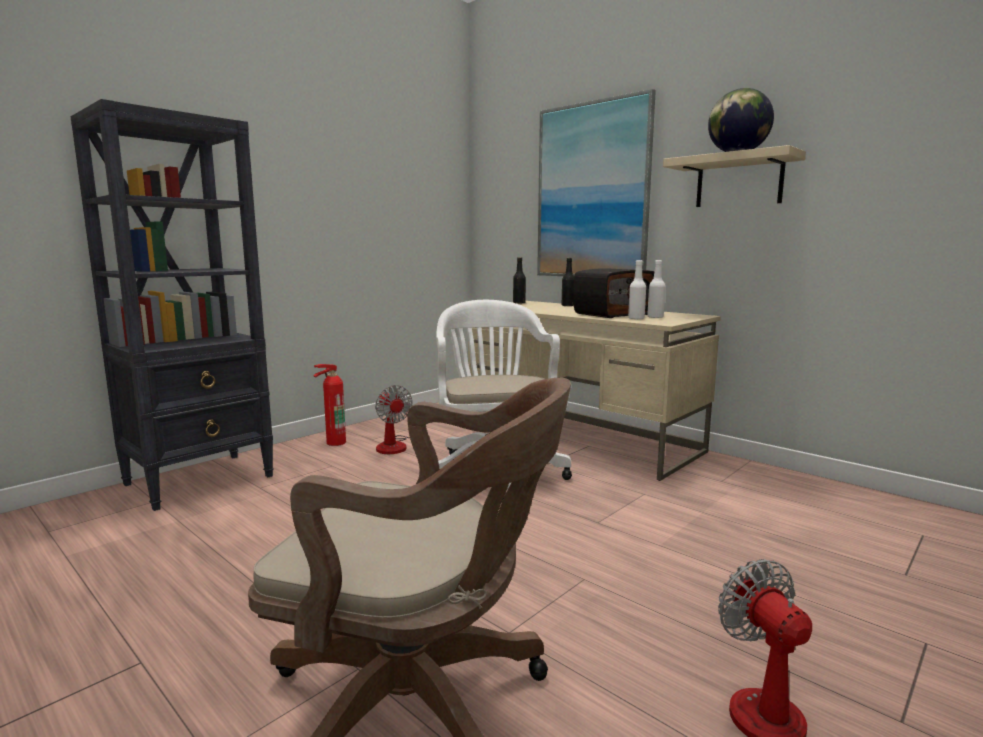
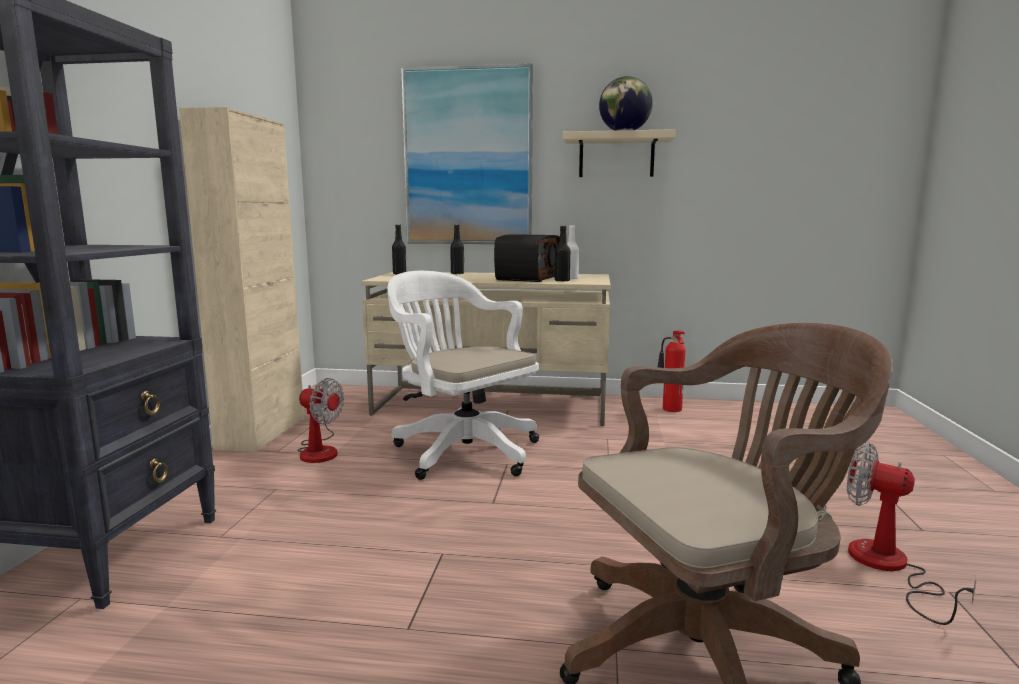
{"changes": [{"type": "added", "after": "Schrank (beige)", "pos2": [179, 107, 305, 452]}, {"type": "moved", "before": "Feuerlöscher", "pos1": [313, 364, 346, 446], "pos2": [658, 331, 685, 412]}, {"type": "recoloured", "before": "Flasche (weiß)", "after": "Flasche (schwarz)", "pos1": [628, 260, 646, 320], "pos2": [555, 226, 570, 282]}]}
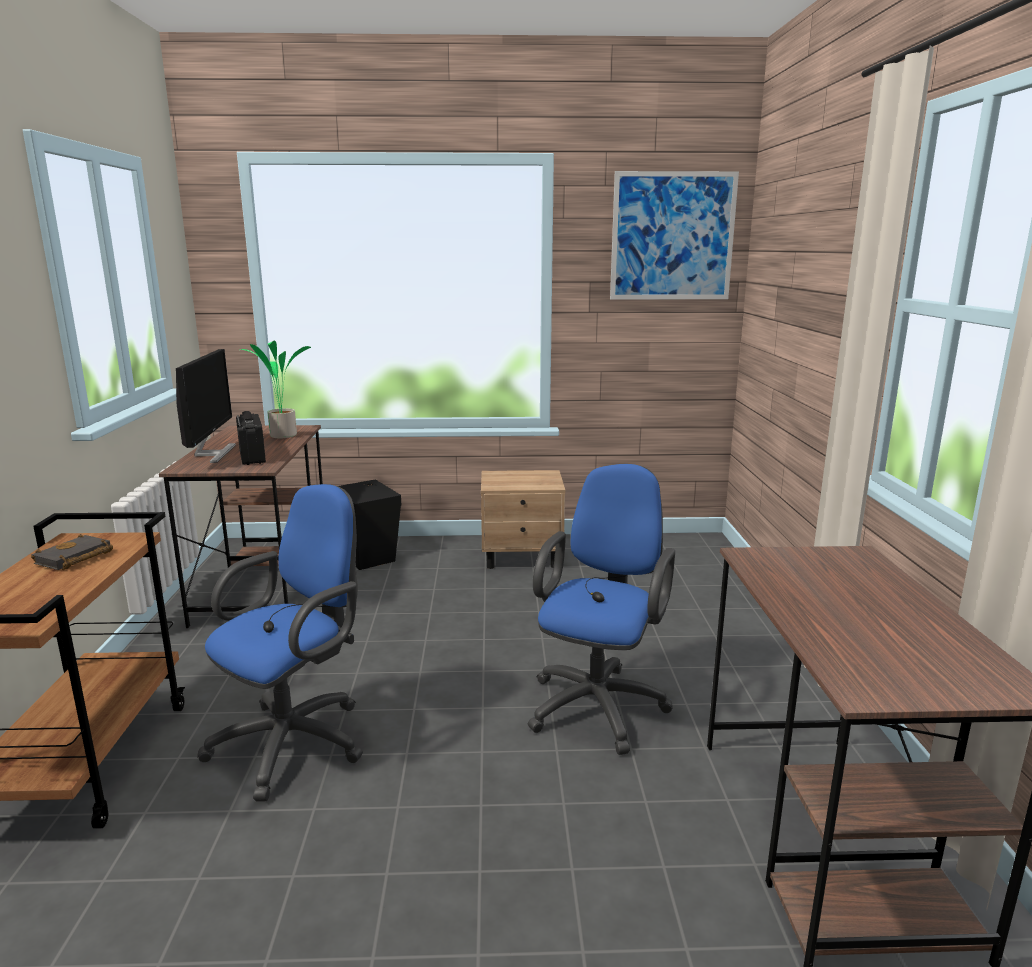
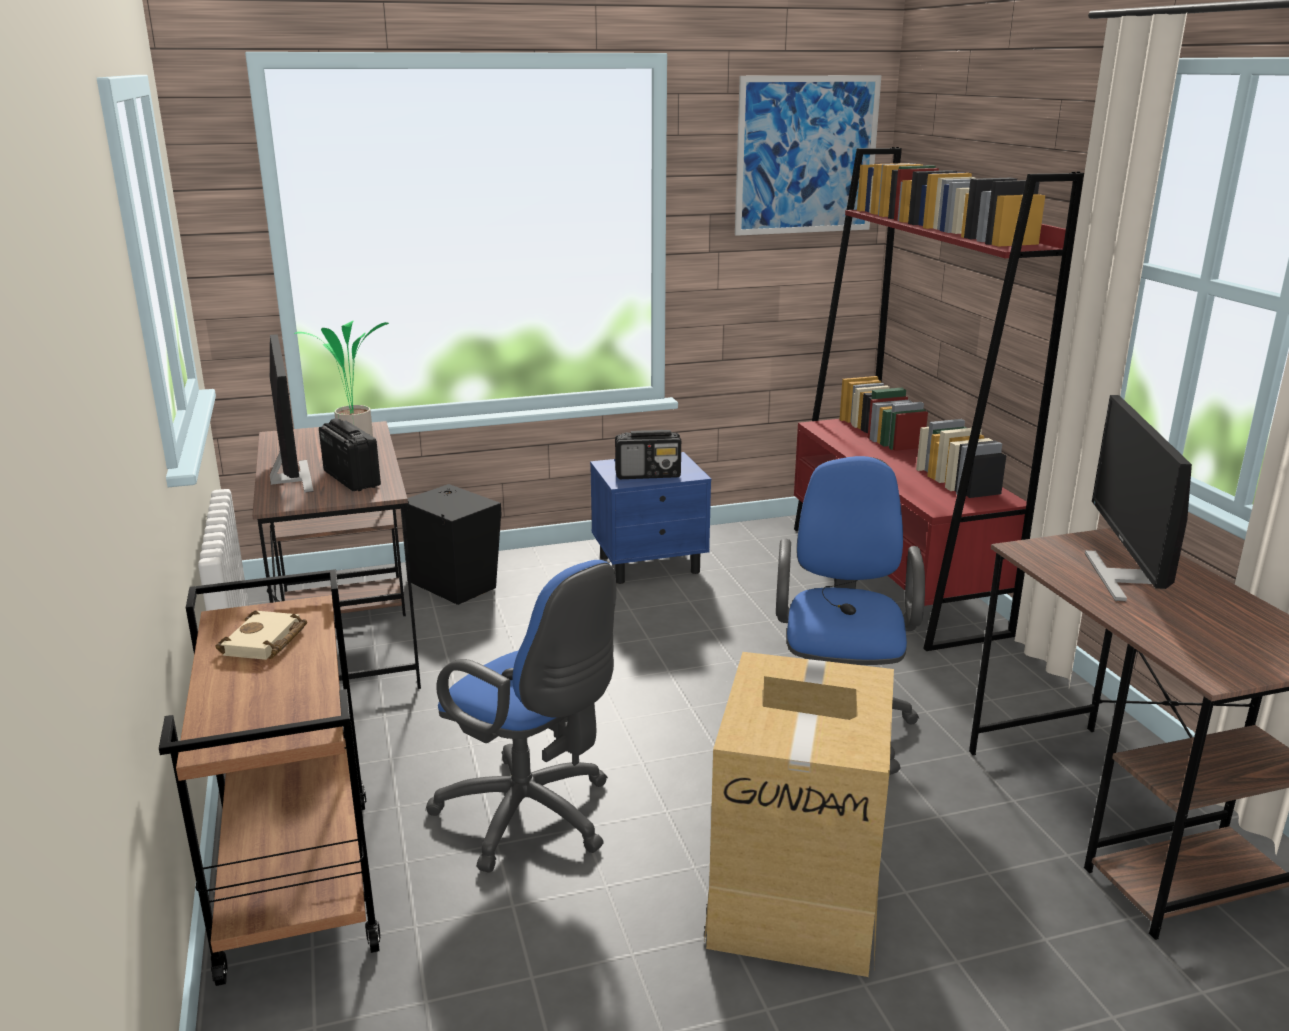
{"changes": [{"type": "added", "after": "Radio", "pos2": [615, 430, 681, 479]}, {"type": "added", "after": "Karton", "pos2": [704, 652, 894, 977]}, {"type": "added", "after": "Bücherregal (rot)", "pos2": [794, 147, 1084, 651]}, {"type": "added", "after": "Monitor", "pos2": [1085, 395, 1192, 601]}, {"type": "recoloured", "before": "Buch (schwarz)", "after": "Buch (beige)", "pos1": [31, 534, 113, 570], "pos2": [215, 610, 307, 660]}, {"type": "recoloured", "before": "Nachttisch (beige)", "after": "Nachttisch (blau)", "pos1": [481, 470, 565, 569], "pos2": [590, 452, 711, 584]}, {"type": "turned", "before": "Bürostuhl (blau)", "pos1": [197, 484, 363, 802], "pos2": [426, 560, 616, 873], "turn": 105}]}
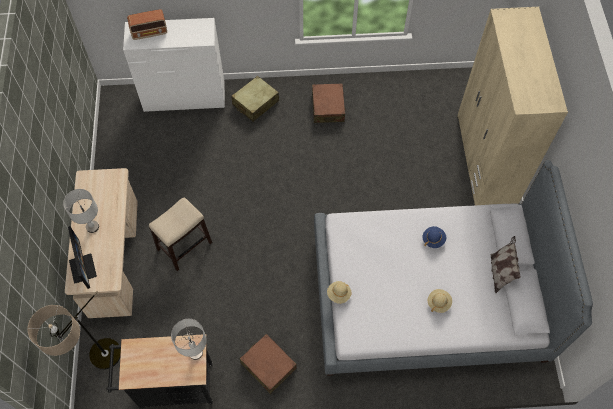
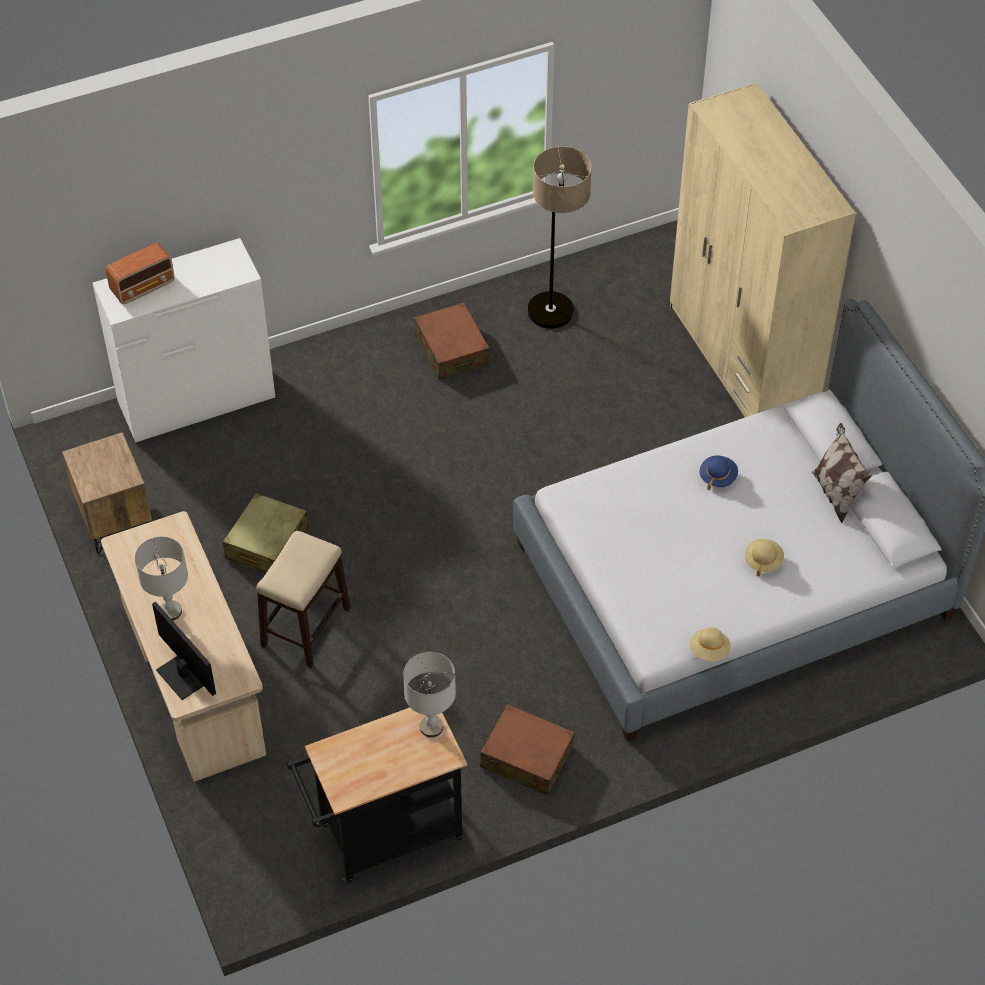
{"changes": [{"type": "added", "after": "Nachttisch (braun)", "pos2": [62, 432, 152, 554]}, {"type": "moved", "before": "Stehlampe", "pos1": [28, 291, 121, 369], "pos2": [528, 146, 592, 328]}, {"type": "moved", "before": "Koffer (beige)", "pos1": [231, 76, 279, 122], "pos2": [223, 493, 309, 574]}, {"type": "moved", "before": "Hut (beige)", "pos1": [327, 281, 351, 304], "pos2": [690, 627, 731, 661]}]}
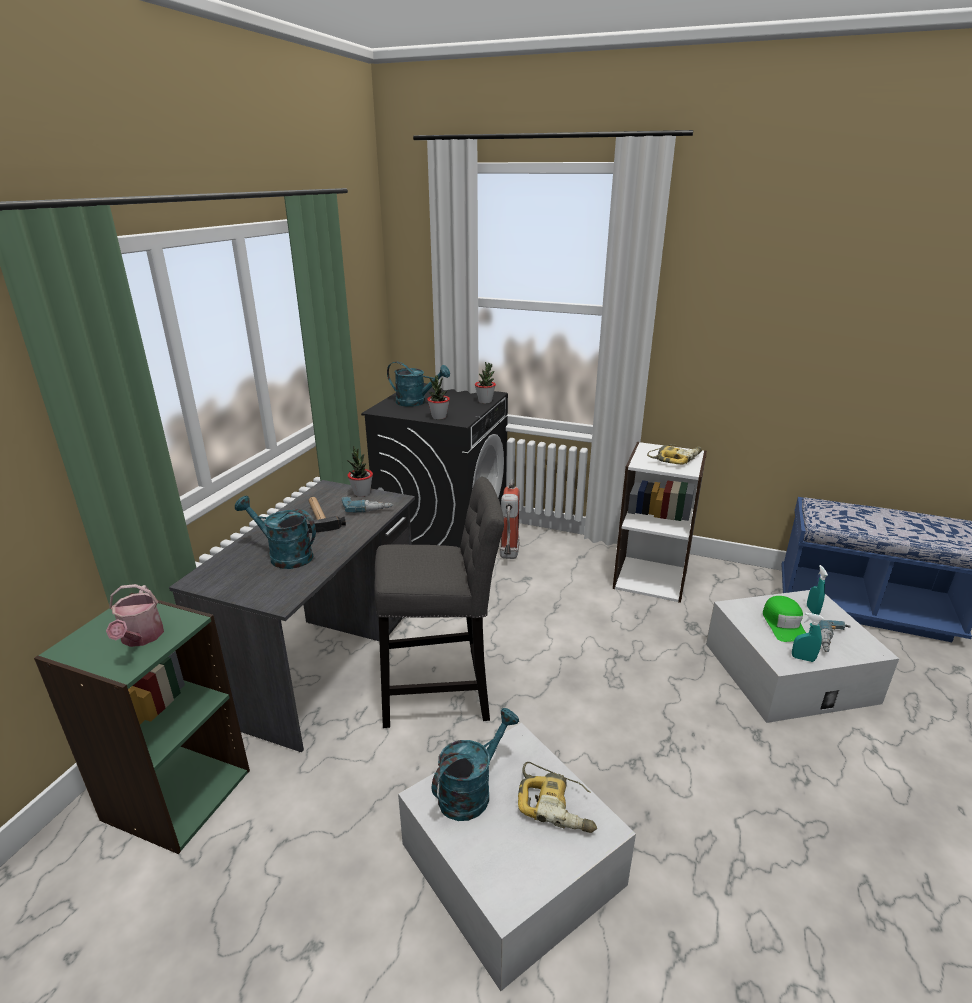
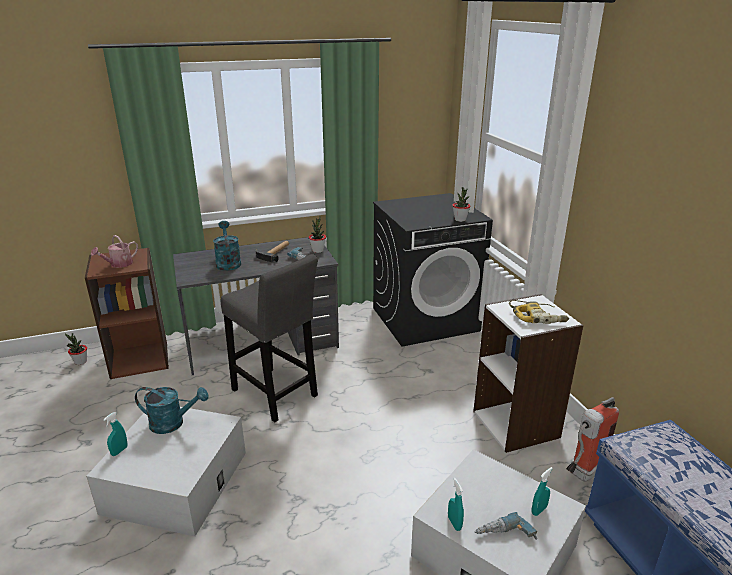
{"changes": [{"type": "removed", "before": "Gießkanne (türkis)", "pos1": [387, 362, 450, 407]}, {"type": "removed", "before": "Bohrmaschine", "pos1": [518, 762, 597, 833]}, {"type": "removed", "before": "Kappe (grün)", "pos1": [763, 596, 806, 642]}, {"type": "added", "after": "Sprühflasche (türkis)", "pos2": [103, 412, 128, 456]}, {"type": "moved", "before": "Topfpflanze", "pos1": [427, 375, 450, 420], "pos2": [65, 333, 87, 365]}, {"type": "moved", "before": "Feuerlöscher", "pos1": [500, 480, 520, 559], "pos2": [566, 397, 619, 482]}, {"type": "recoloured", "before": "Bücherregal (grün)", "after": "Bücherregal (braun)", "pos1": [34, 593, 250, 854], "pos2": [85, 248, 169, 379]}]}
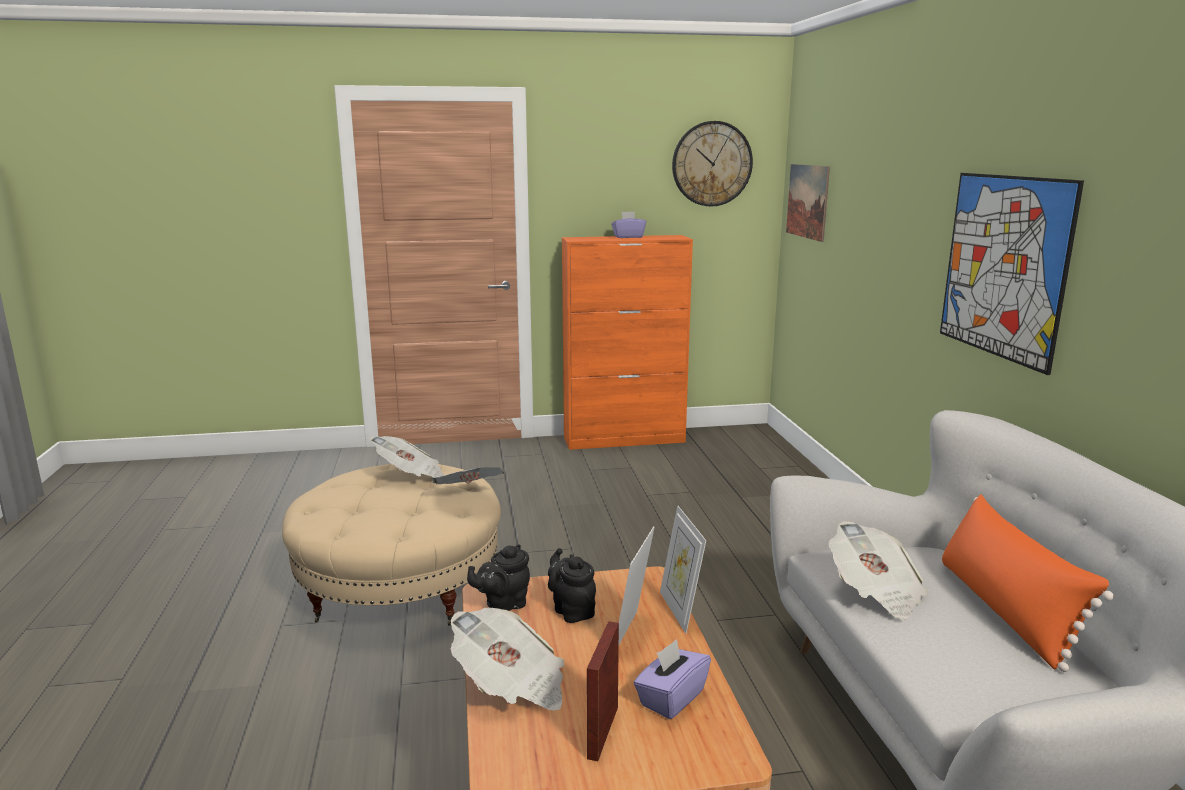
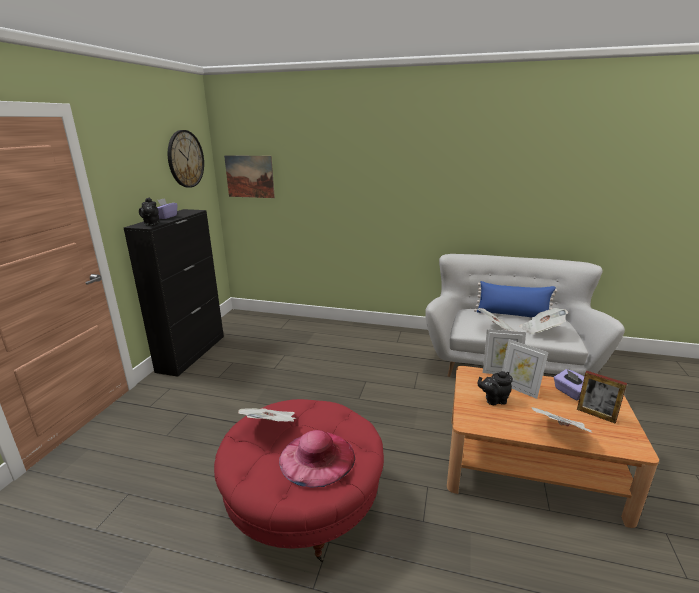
{"changes": [{"type": "removed", "before": "Bild", "pos1": [940, 173, 1084, 375]}, {"type": "added", "after": "Hut (rosa)", "pos2": [279, 430, 355, 488]}, {"type": "moved", "before": "Zeitung", "pos1": [431, 467, 505, 484], "pos2": [519, 308, 568, 334]}, {"type": "moved", "before": "Teekanne (schwarz)", "pos1": [467, 544, 530, 611], "pos2": [139, 197, 159, 225]}, {"type": "recoloured", "before": "Polsterhocker (beige)", "after": "Polsterhocker (rot)", "pos1": [282, 464, 501, 625], "pos2": [214, 399, 384, 562]}, {"type": "recoloured", "before": "Schrank (orange)", "after": "Schrank (schwarz)", "pos1": [562, 235, 693, 450], "pos2": [124, 209, 224, 376]}, {"type": "recoloured", "before": "Kissen (orange)", "after": "Kissen (blau)", "pos1": [942, 494, 1114, 672], "pos2": [474, 281, 558, 318]}]}
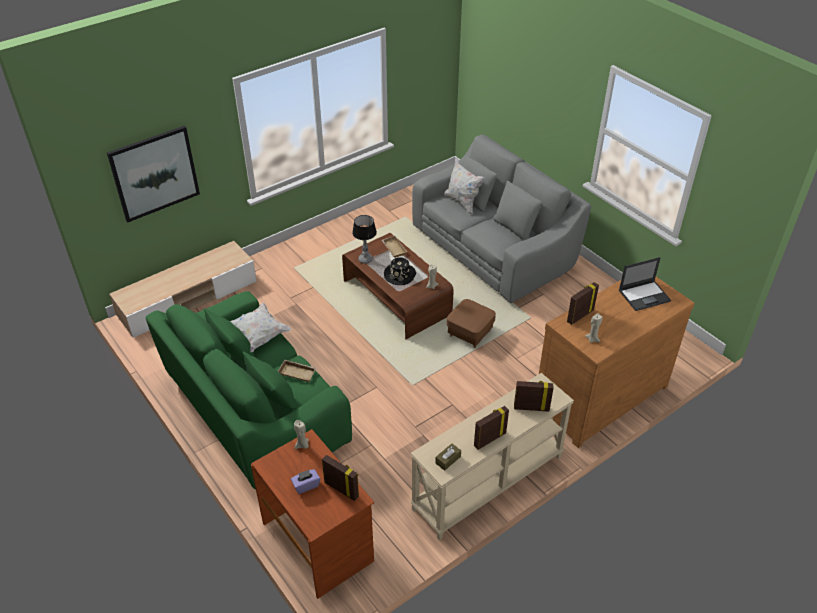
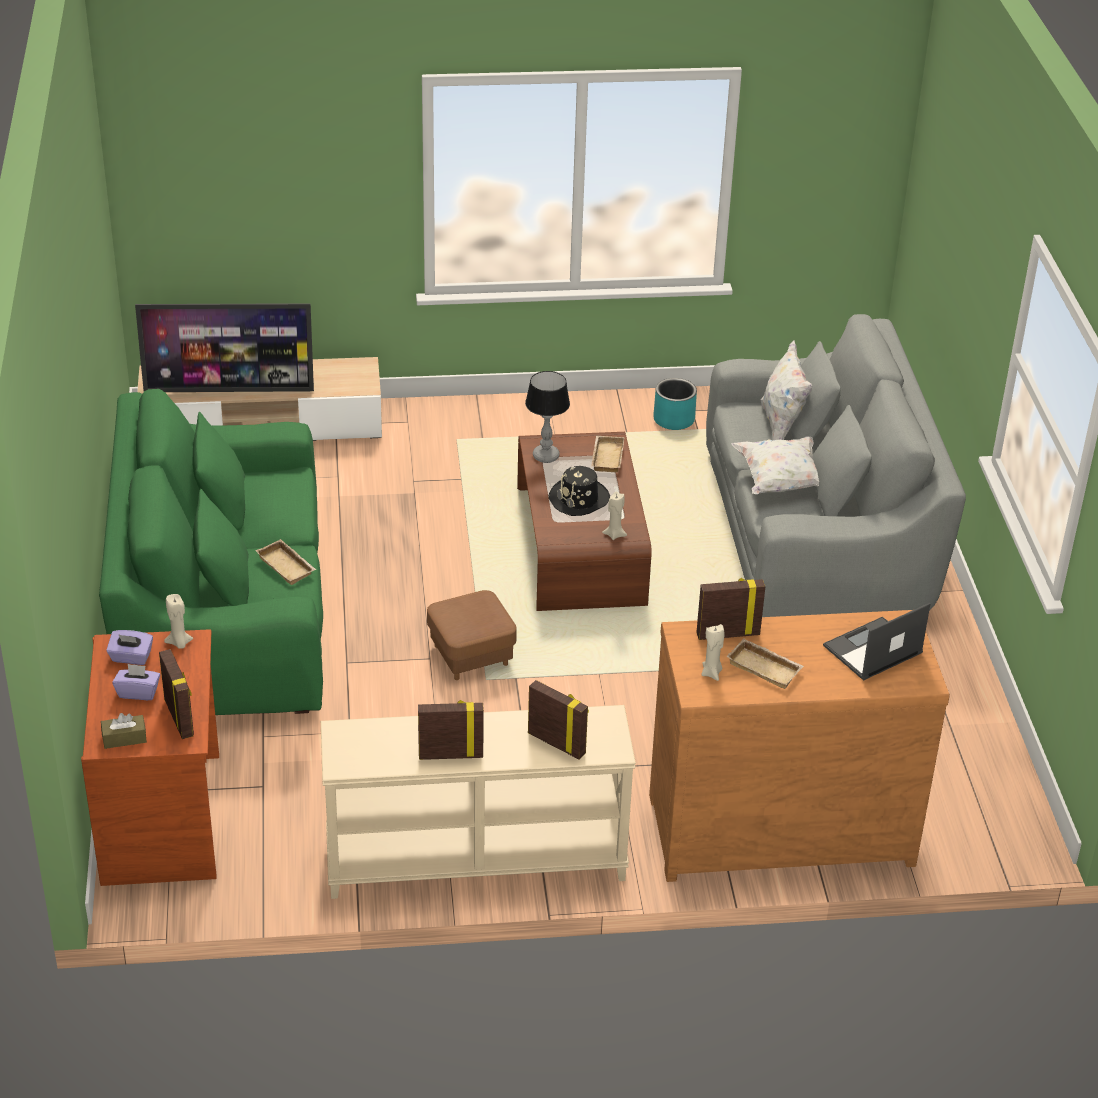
{"changes": [{"type": "removed", "before": "Bild", "pos1": [107, 126, 200, 223]}, {"type": "added", "after": "Taschentuchbox (lila)", "pos2": [106, 630, 153, 665]}, {"type": "added", "after": "Fernseher", "pos2": [135, 303, 314, 392]}, {"type": "added", "after": "Pflanzkübel (türkis)", "pos2": [653, 378, 697, 430]}, {"type": "added", "after": "Tablett (beige)", "pos2": [726, 639, 804, 689]}, {"type": "moved", "before": "Kissen (weiß)", "pos1": [230, 303, 291, 352], "pos2": [731, 436, 819, 494]}, {"type": "moved", "before": "Taschentuchbox (braun)", "pos1": [435, 444, 461, 471], "pos2": [101, 713, 147, 749]}, {"type": "moved", "before": "Polsterhocker (braun)", "pos1": [447, 299, 496, 348], "pos2": [427, 590, 517, 680]}, {"type": "turned", "before": "Laptop", "pos1": [619, 257, 671, 311], "pos2": [823, 603, 930, 681], "turn": 135}]}
